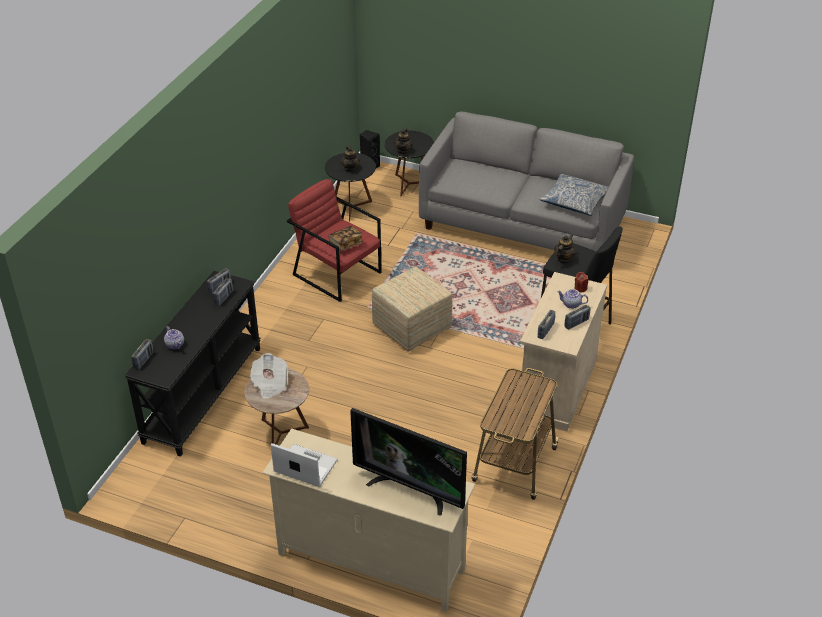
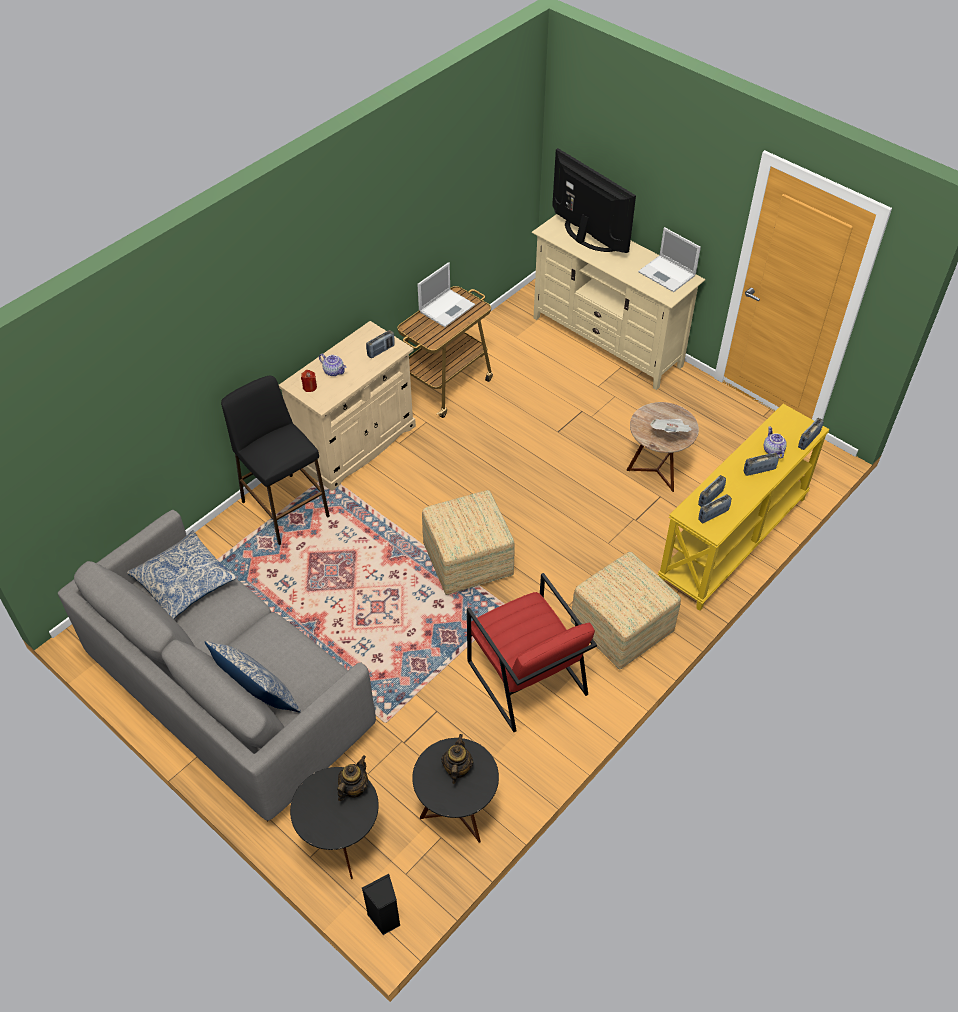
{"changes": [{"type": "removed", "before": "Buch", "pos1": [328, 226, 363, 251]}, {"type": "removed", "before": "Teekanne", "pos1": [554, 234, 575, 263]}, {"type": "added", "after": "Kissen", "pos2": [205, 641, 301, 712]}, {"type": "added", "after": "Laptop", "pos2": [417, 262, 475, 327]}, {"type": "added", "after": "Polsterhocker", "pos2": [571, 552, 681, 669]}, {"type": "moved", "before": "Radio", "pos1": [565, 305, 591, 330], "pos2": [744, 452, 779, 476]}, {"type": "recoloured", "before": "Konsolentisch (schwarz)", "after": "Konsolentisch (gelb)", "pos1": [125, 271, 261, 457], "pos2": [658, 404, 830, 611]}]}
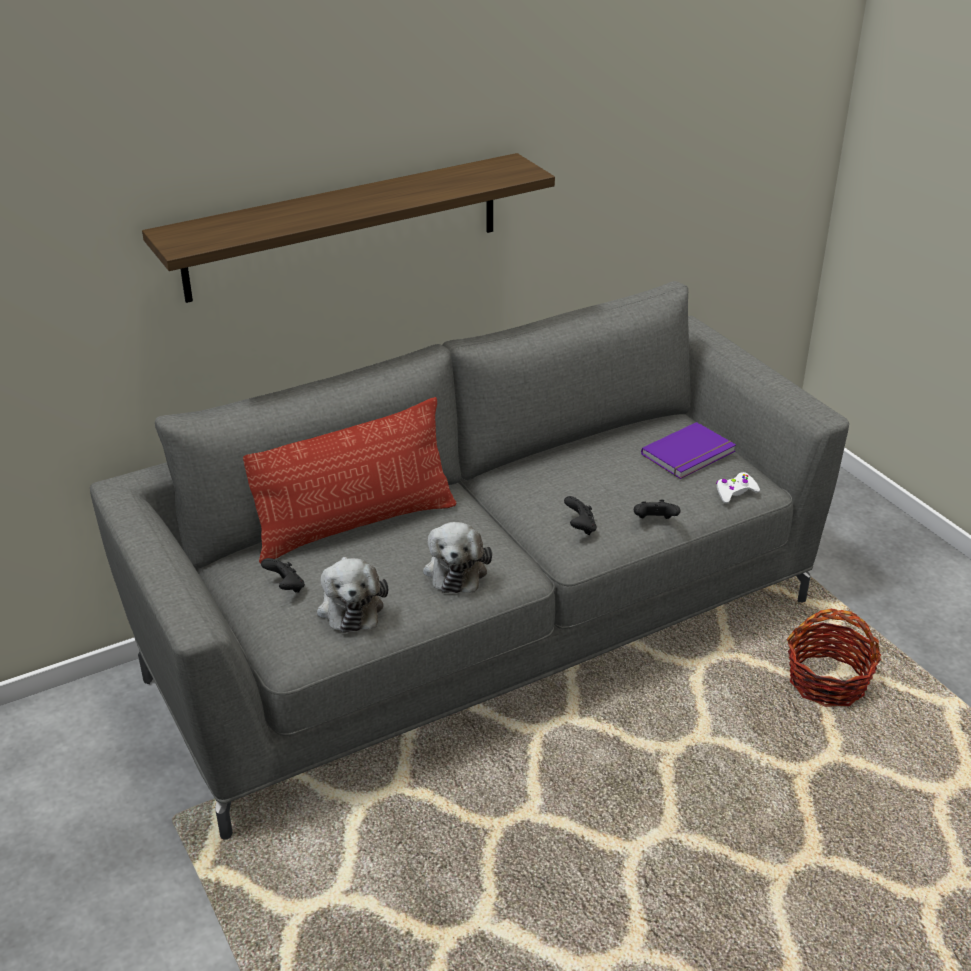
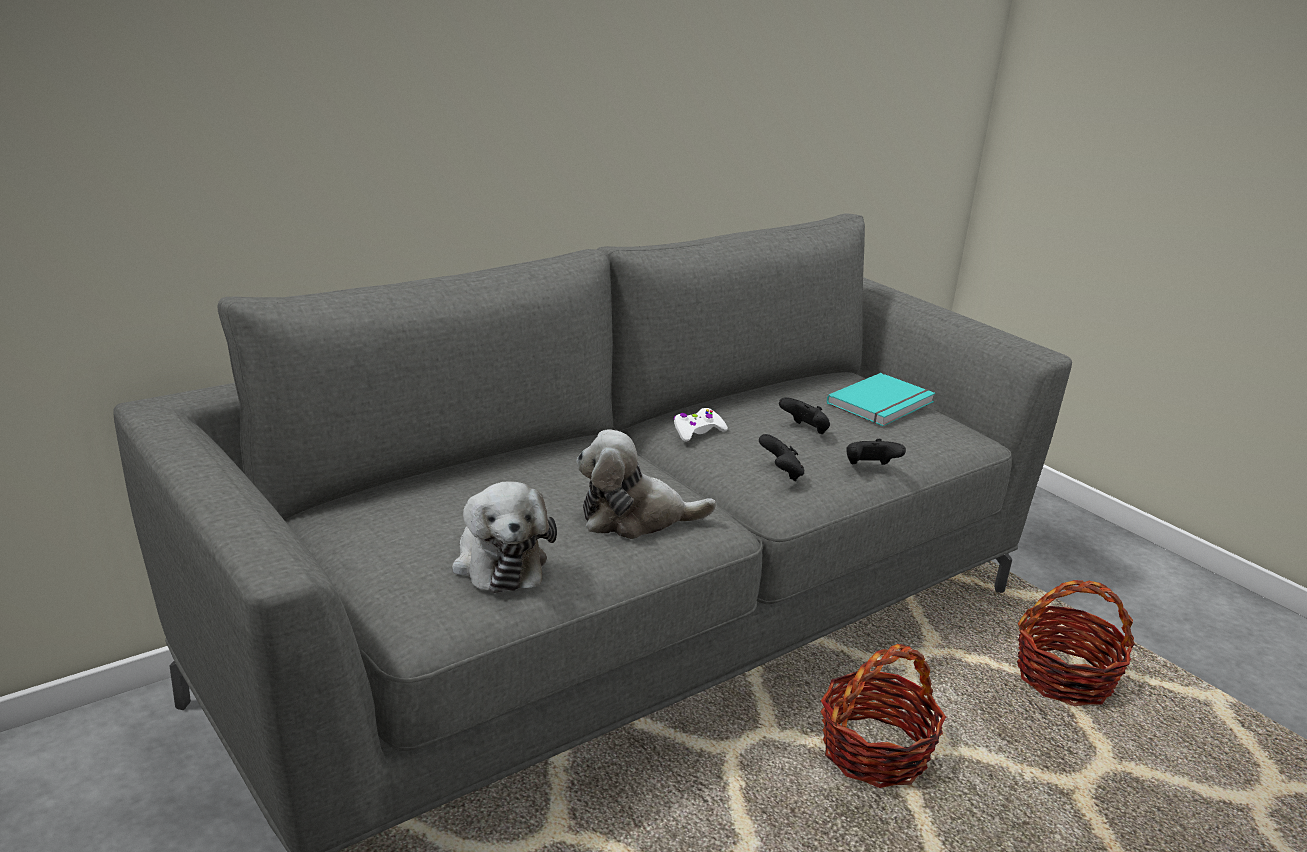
{"changes": [{"type": "removed", "before": "Wandregal", "pos1": [142, 153, 555, 303]}, {"type": "removed", "before": "Kissen", "pos1": [243, 397, 457, 563]}, {"type": "added", "after": "Korb", "pos2": [820, 644, 946, 788]}, {"type": "moved", "before": "Gamepad (schwarz)", "pos1": [261, 558, 305, 593], "pos2": [779, 397, 830, 434]}, {"type": "moved", "before": "Gamepad (weiß)", "pos1": [716, 472, 760, 503], "pos2": [674, 408, 728, 441]}, {"type": "recoloured", "before": "Buch (lila)", "after": "Buch (türkis)", "pos1": [641, 422, 736, 479], "pos2": [827, 373, 935, 426]}, {"type": "turned", "before": "Plüschtier", "pos1": [423, 522, 492, 593], "pos2": [576, 429, 717, 539], "turn": 90}]}
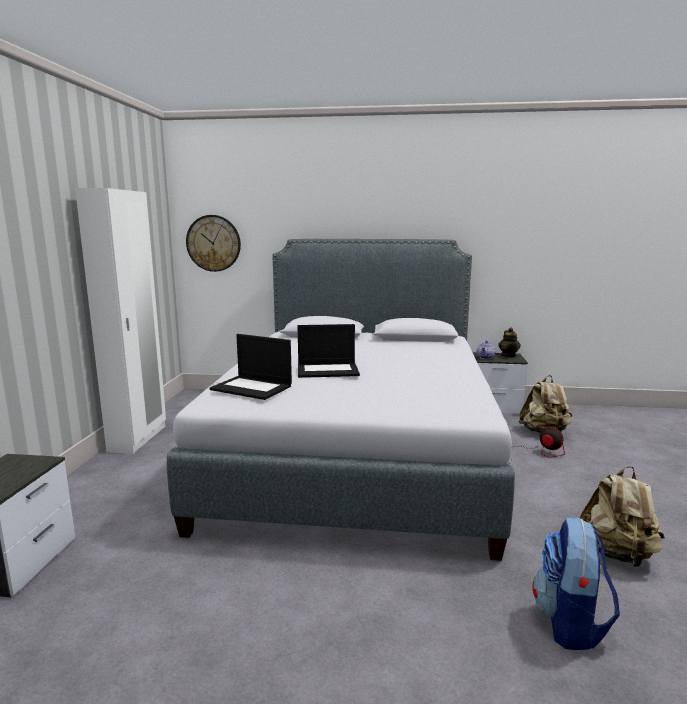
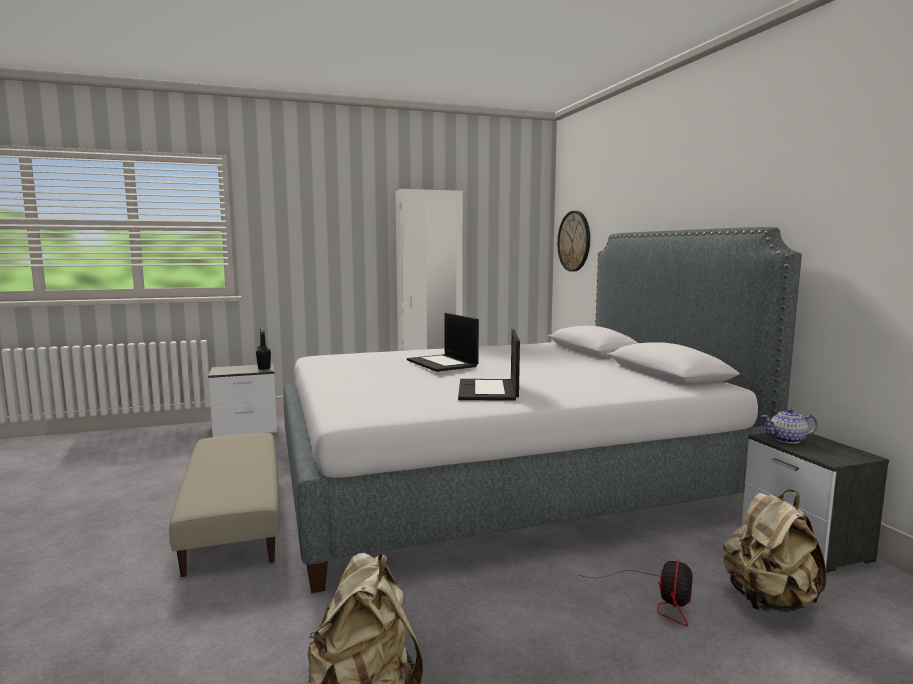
{"changes": [{"type": "removed", "before": "Teekanne", "pos1": [498, 327, 521, 357]}, {"type": "removed", "before": "Rucksack", "pos1": [532, 517, 620, 650]}, {"type": "added", "after": "Polsterhocker (beige)", "pos2": [169, 433, 280, 577]}, {"type": "added", "after": "Flasche (schwarz)", "pos2": [256, 328, 271, 370]}, {"type": "moved", "before": "Laptop", "pos1": [210, 334, 292, 400], "pos2": [458, 329, 520, 401]}]}
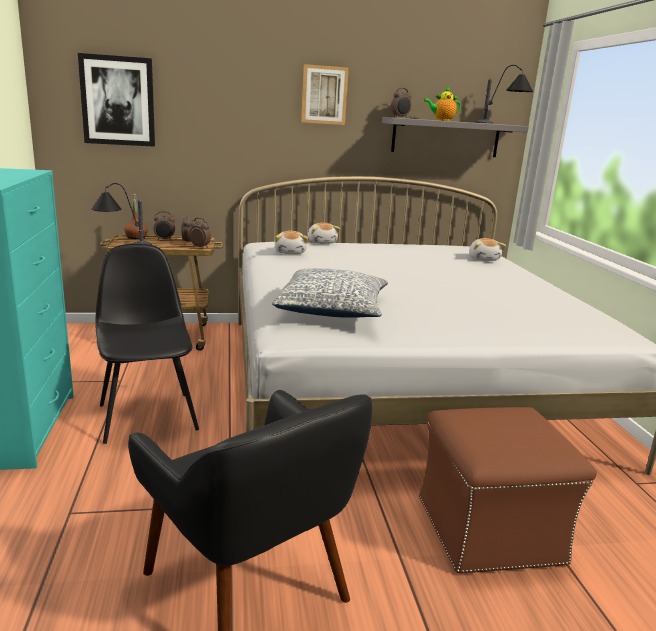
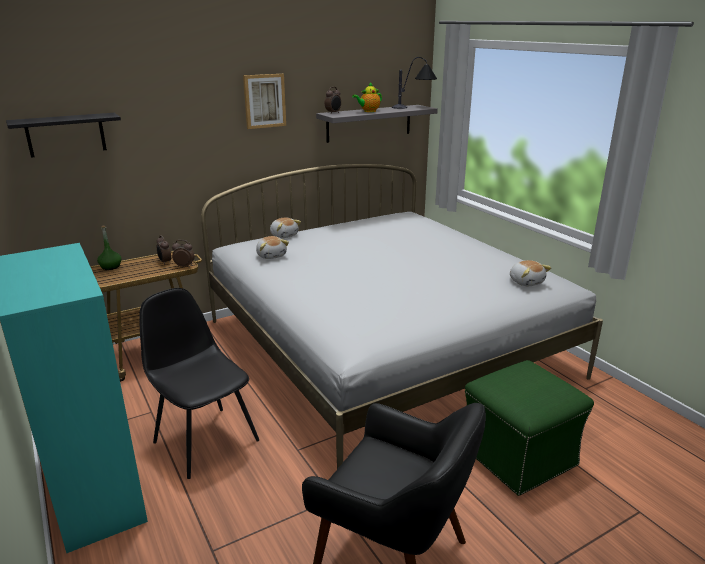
{"changes": [{"type": "removed", "before": "Tischlampe", "pos1": [92, 183, 152, 245]}, {"type": "removed", "before": "Wecker", "pos1": [153, 211, 175, 241]}, {"type": "removed", "before": "Kissen", "pos1": [272, 268, 388, 318]}, {"type": "moved", "before": "Plüschtier", "pos1": [469, 238, 506, 261], "pos2": [510, 260, 552, 286]}, {"type": "replaced", "before": "Bild", "after": "Wandregal (schwarz)", "pos1": [78, 53, 155, 147], "pos2": [6, 113, 121, 158]}, {"type": "recoloured", "before": "Flasche (braun)", "after": "Flasche (grün)", "pos1": [124, 194, 148, 239], "pos2": [97, 226, 122, 270]}, {"type": "recoloured", "before": "Polsterhocker (braun)", "after": "Polsterhocker (grün)", "pos1": [419, 407, 597, 574], "pos2": [465, 360, 594, 496]}]}
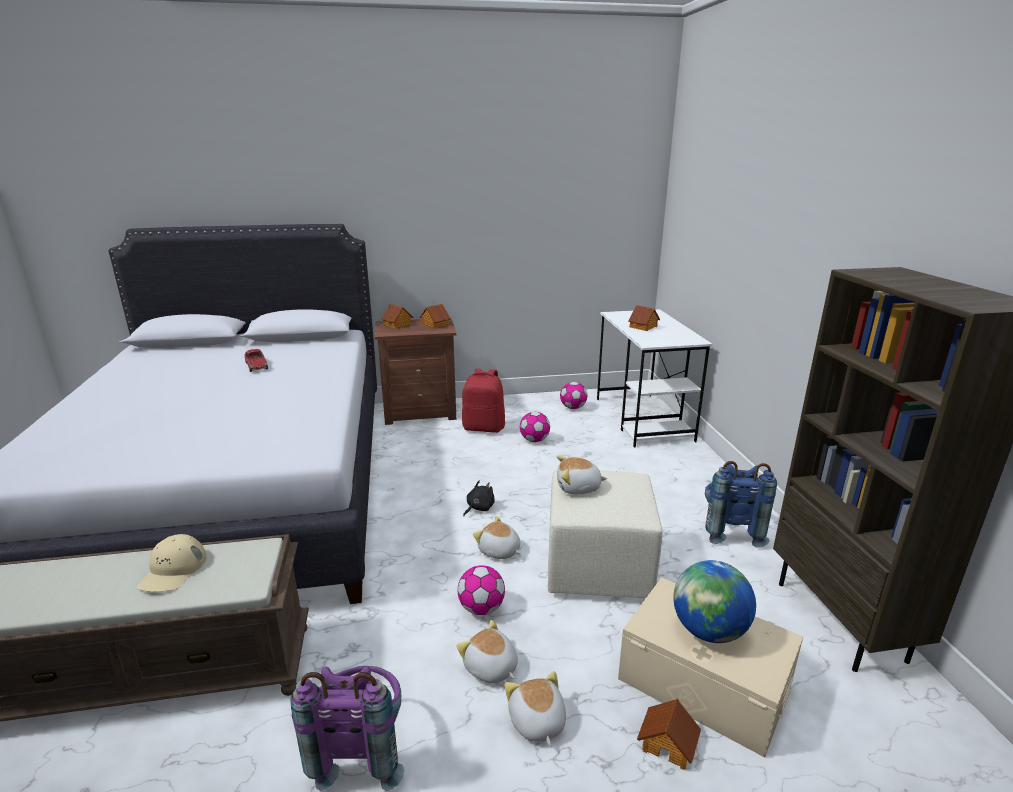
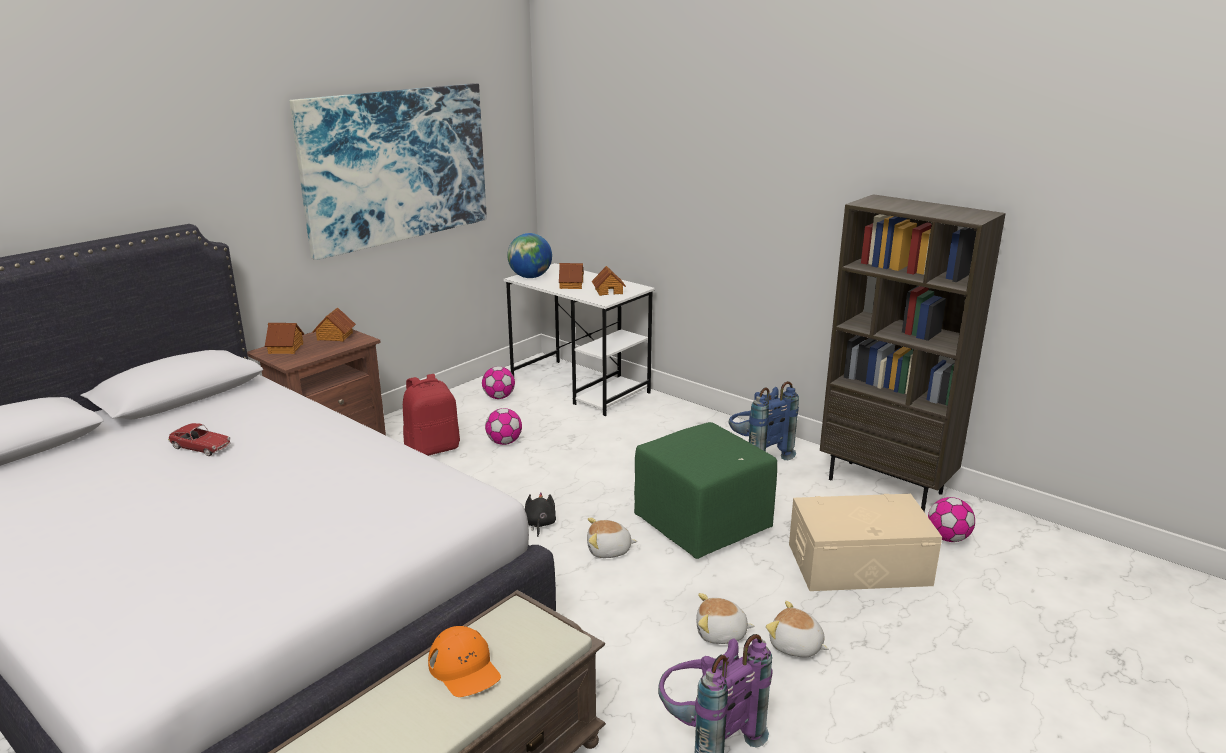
{"changes": [{"type": "removed", "before": "Plüschtier", "pos1": [557, 455, 607, 494]}, {"type": "added", "after": "Bild", "pos2": [289, 83, 487, 260]}, {"type": "moved", "before": "Fußball", "pos1": [458, 565, 505, 615], "pos2": [928, 497, 975, 542]}, {"type": "moved", "before": "Spielzeughaus", "pos1": [637, 699, 701, 770], "pos2": [592, 266, 626, 296]}, {"type": "moved", "before": "Globus", "pos1": [673, 560, 756, 643], "pos2": [507, 233, 552, 278]}, {"type": "recoloured", "before": "Kappe (beige)", "after": "Kappe (orange)", "pos1": [137, 534, 207, 592], "pos2": [428, 626, 501, 697]}, {"type": "recoloured", "before": "Polsterhocker (beige)", "after": "Polsterhocker (grün)", "pos1": [548, 470, 662, 598], "pos2": [634, 422, 777, 559]}]}
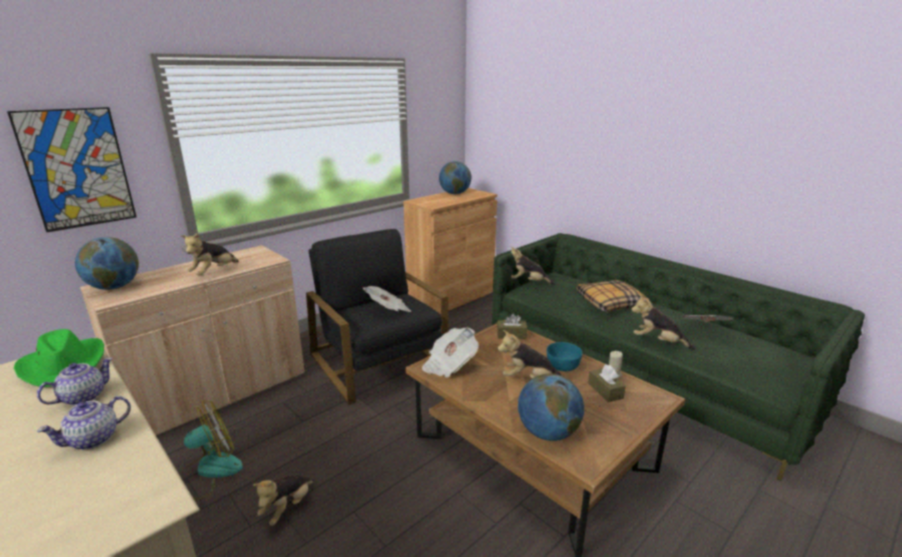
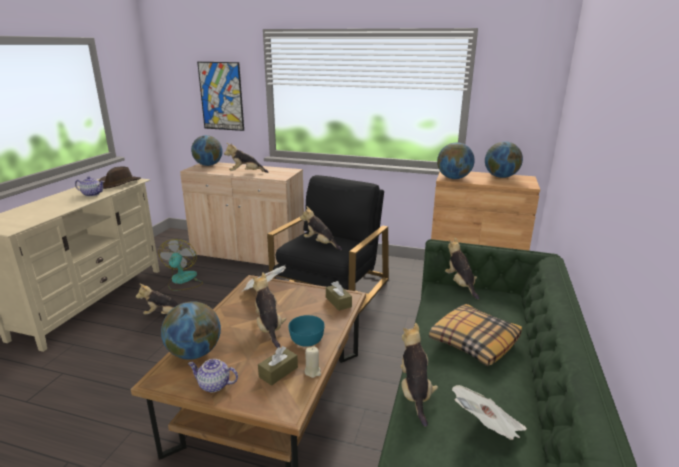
{"changes": [{"type": "added", "after": "Globus", "pos2": [437, 142, 475, 179]}, {"type": "moved", "before": "Teekanne", "pos1": [37, 396, 131, 450], "pos2": [188, 359, 238, 393]}, {"type": "replaced", "before": "Zeitung", "after": "Plüschtier", "pos1": [363, 286, 411, 312], "pos2": [300, 206, 342, 250]}, {"type": "recoloured", "before": "Hut (grün)", "after": "Hut (braun)", "pos1": [14, 329, 104, 387], "pos2": [98, 167, 141, 189]}, {"type": "turned", "before": "Ventilator", "pos1": [178, 401, 243, 500], "pos2": [159, 239, 203, 291], "turn": -120}]}
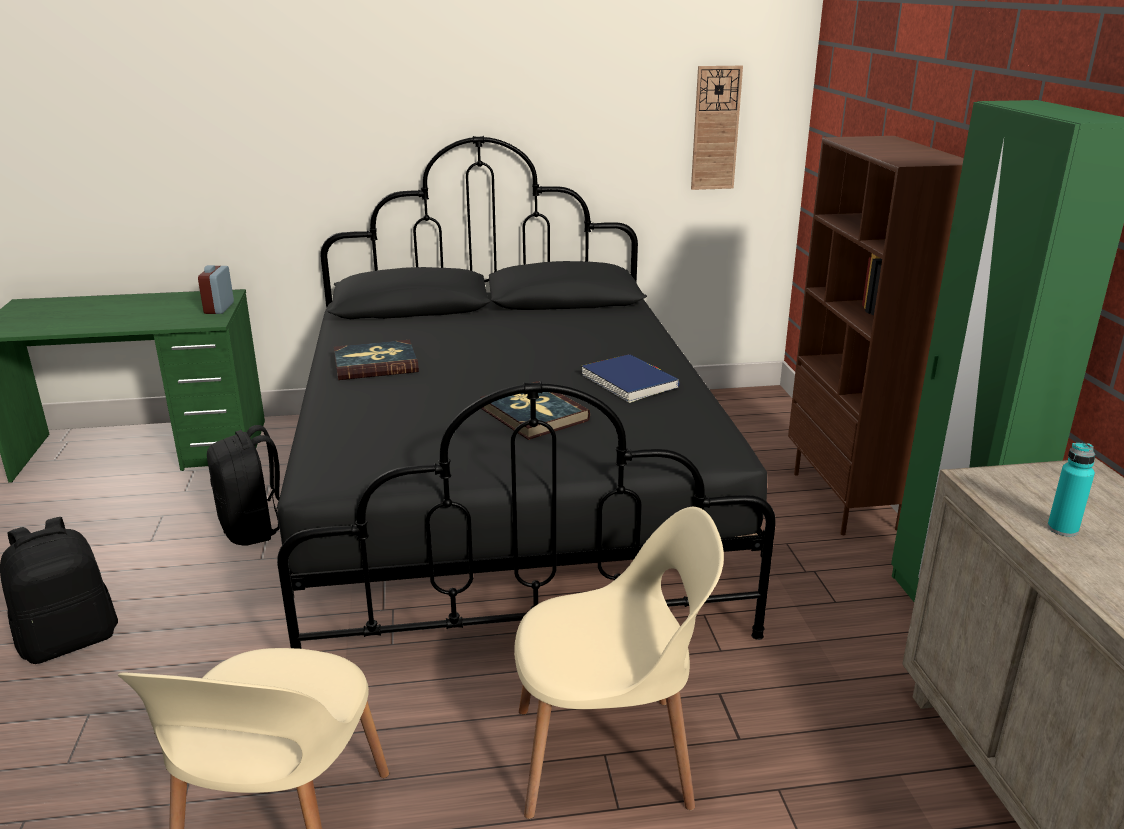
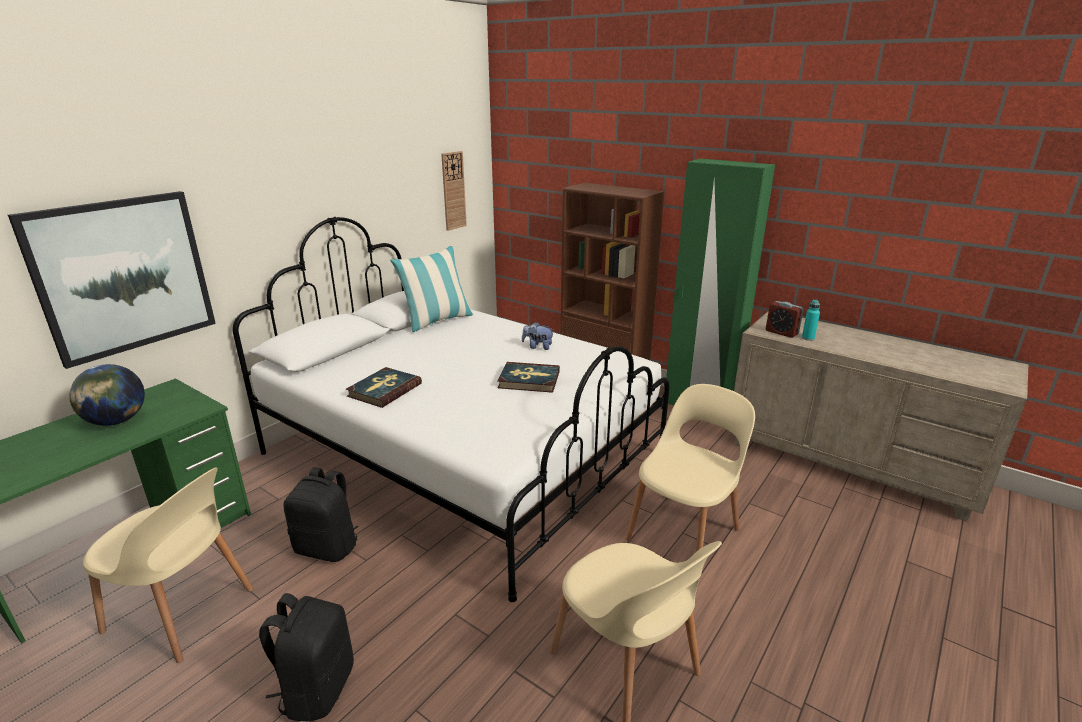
{"changes": [{"type": "added", "after": "Bild", "pos2": [8, 191, 216, 369]}, {"type": "added", "after": "Globus", "pos2": [69, 364, 145, 426]}, {"type": "added", "after": "Stuhl (beige)", "pos2": [83, 467, 254, 663]}, {"type": "added", "after": "Kissen", "pos2": [390, 246, 473, 332]}, {"type": "moved", "before": "Wecker", "pos1": [198, 265, 234, 314], "pos2": [766, 301, 804, 338]}, {"type": "replaced", "before": "Buch (blau)", "after": "Plüschtier", "pos1": [581, 354, 680, 403], "pos2": [522, 322, 555, 350]}, {"type": "recoloured", "before": "Bett (schwarz)", "after": "Bett (weiß)", "pos1": [277, 136, 776, 649], "pos2": [232, 217, 670, 602]}]}
